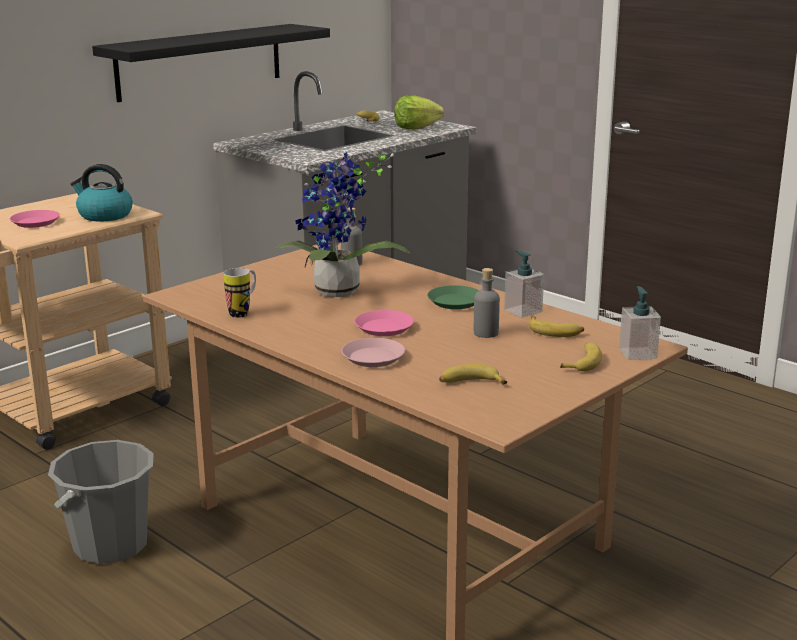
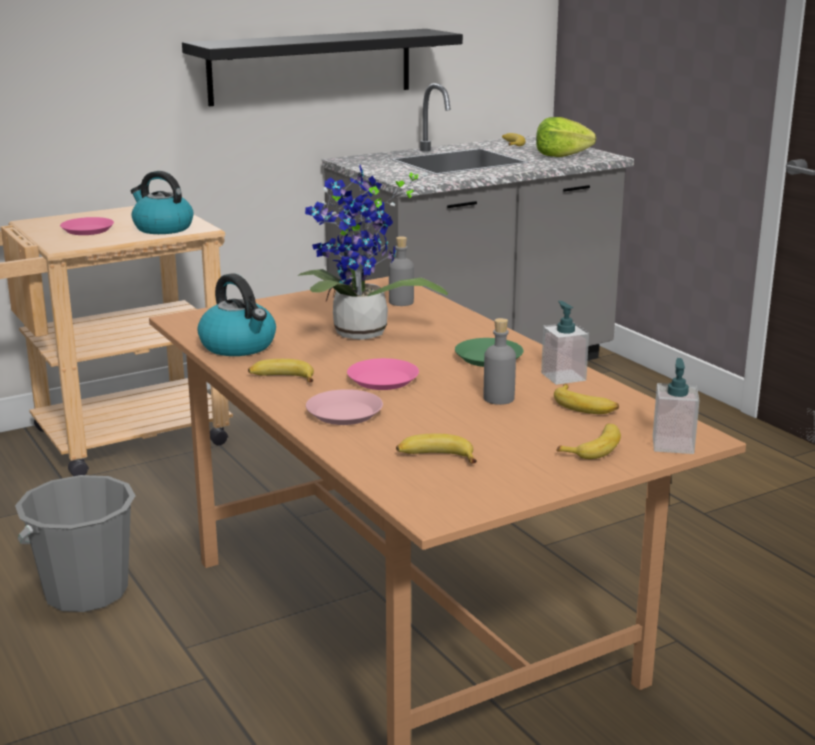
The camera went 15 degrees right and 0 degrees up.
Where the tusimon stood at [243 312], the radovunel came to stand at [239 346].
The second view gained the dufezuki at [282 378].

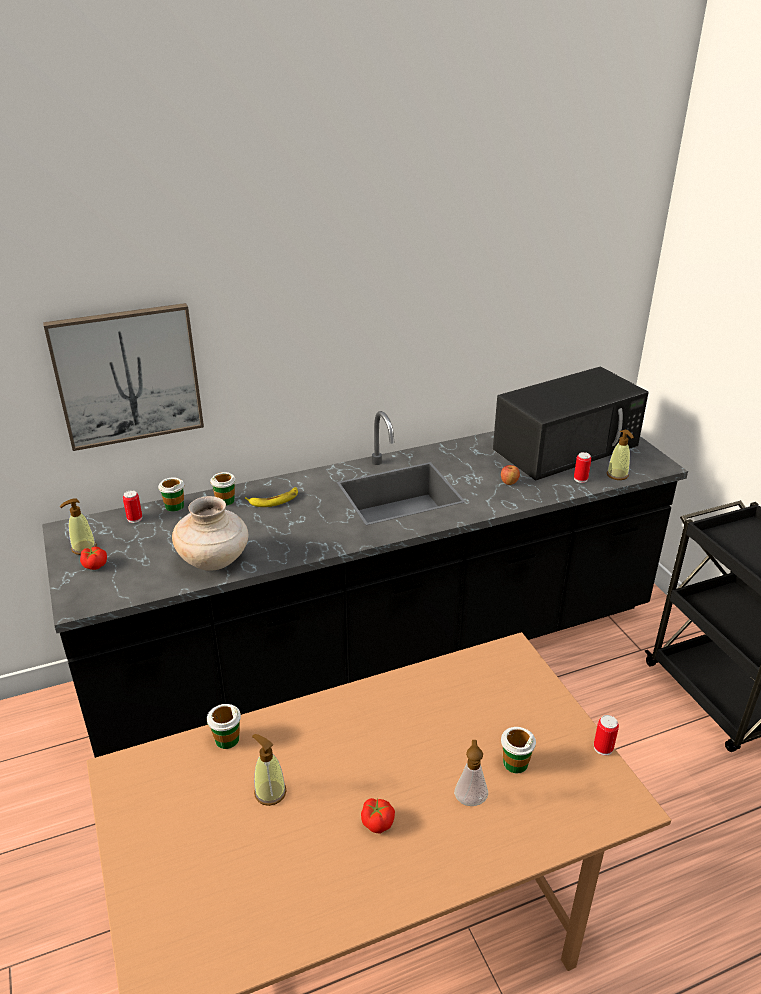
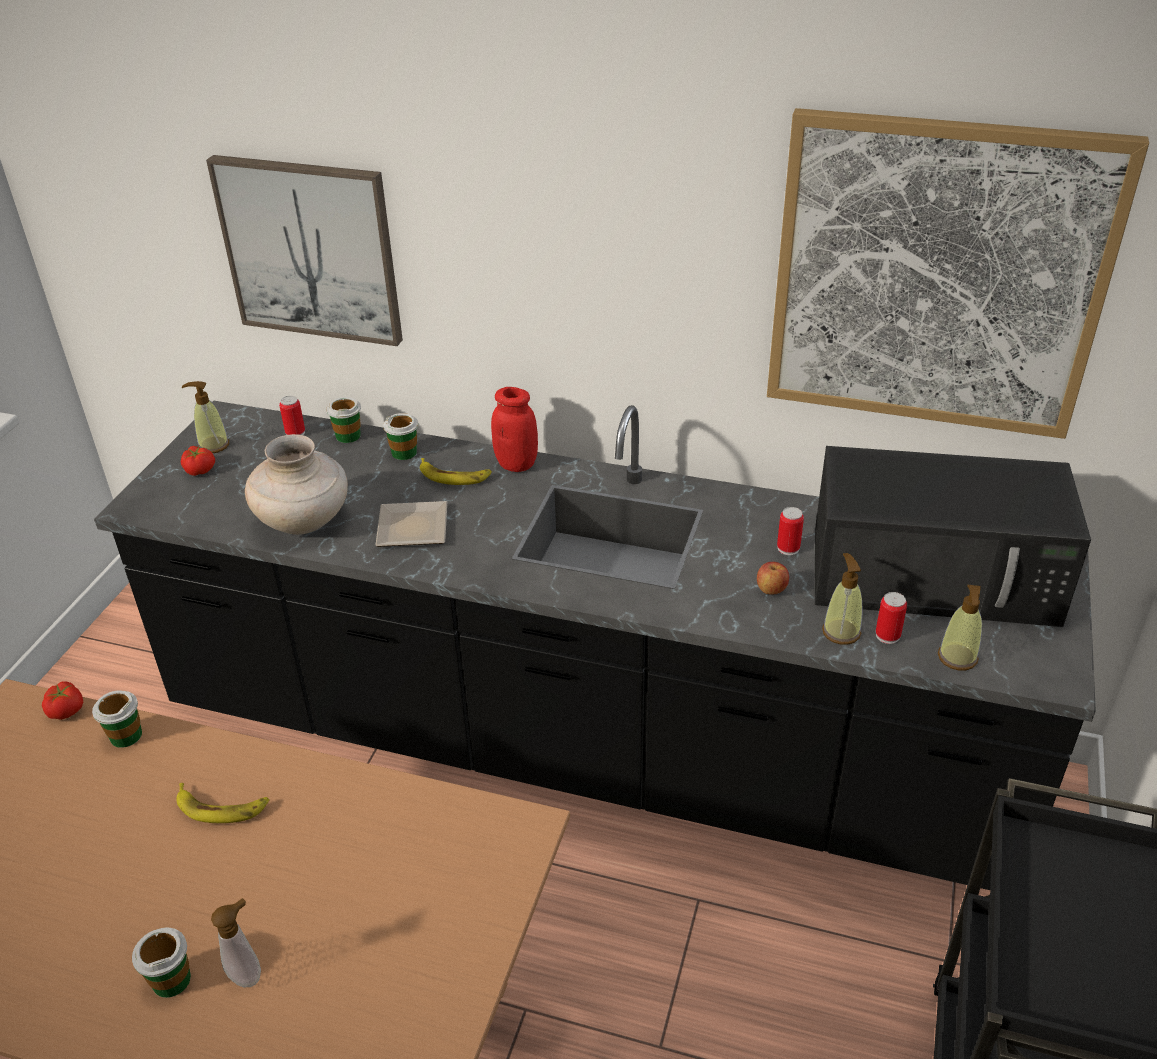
The camera went 40 degrees right and 5 degrees up.
The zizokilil ended up elsewhere, having gone from [603 748] to [788 548].
The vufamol ended up elsewhere, having gone from [515 763] to [171 980].
The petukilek ended up elsewhere, having gone from [270 792] to [841 632].
The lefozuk ended up elsewhere, having gone from [377 822] to [67 710].
The second view gained the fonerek at [937 277].
The second view gained the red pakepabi at [516 464].
The second view gained the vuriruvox at [415 529].
The second view gained the dufezuki at [221 807].

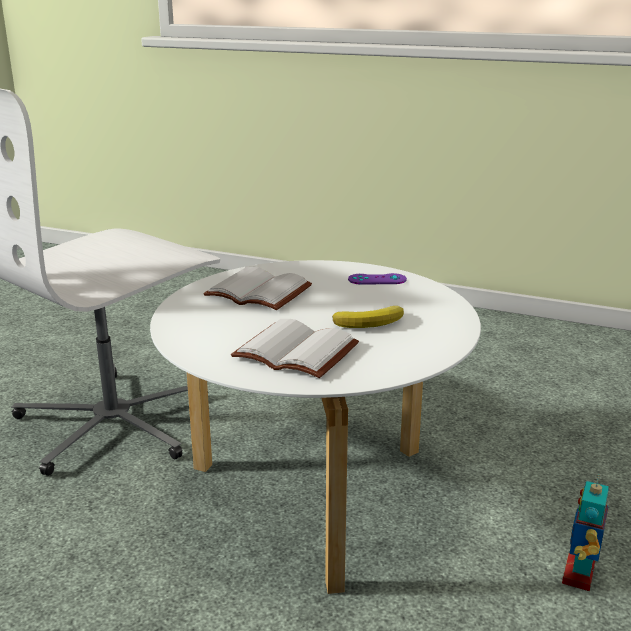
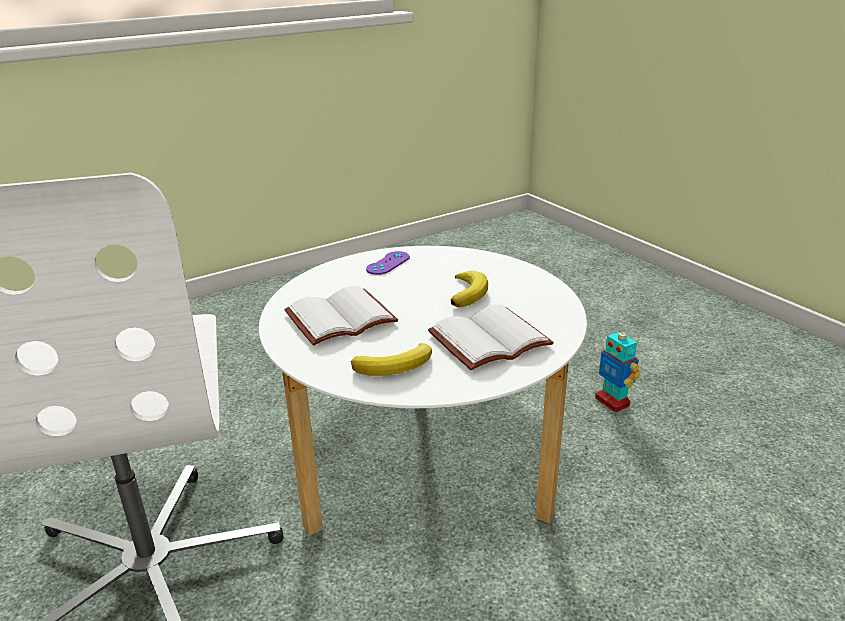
The camera went 55 degrees left and 5 degrees up.
The second view gained the dufezuki at [396 365].

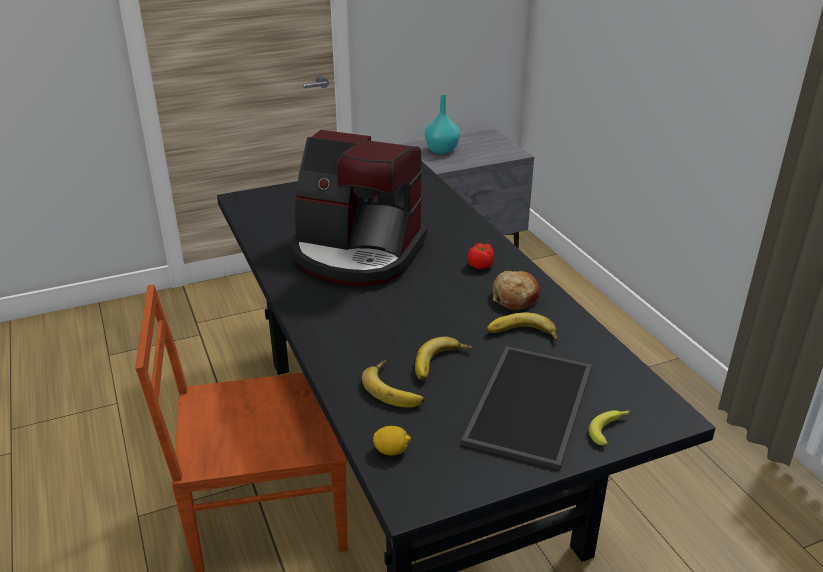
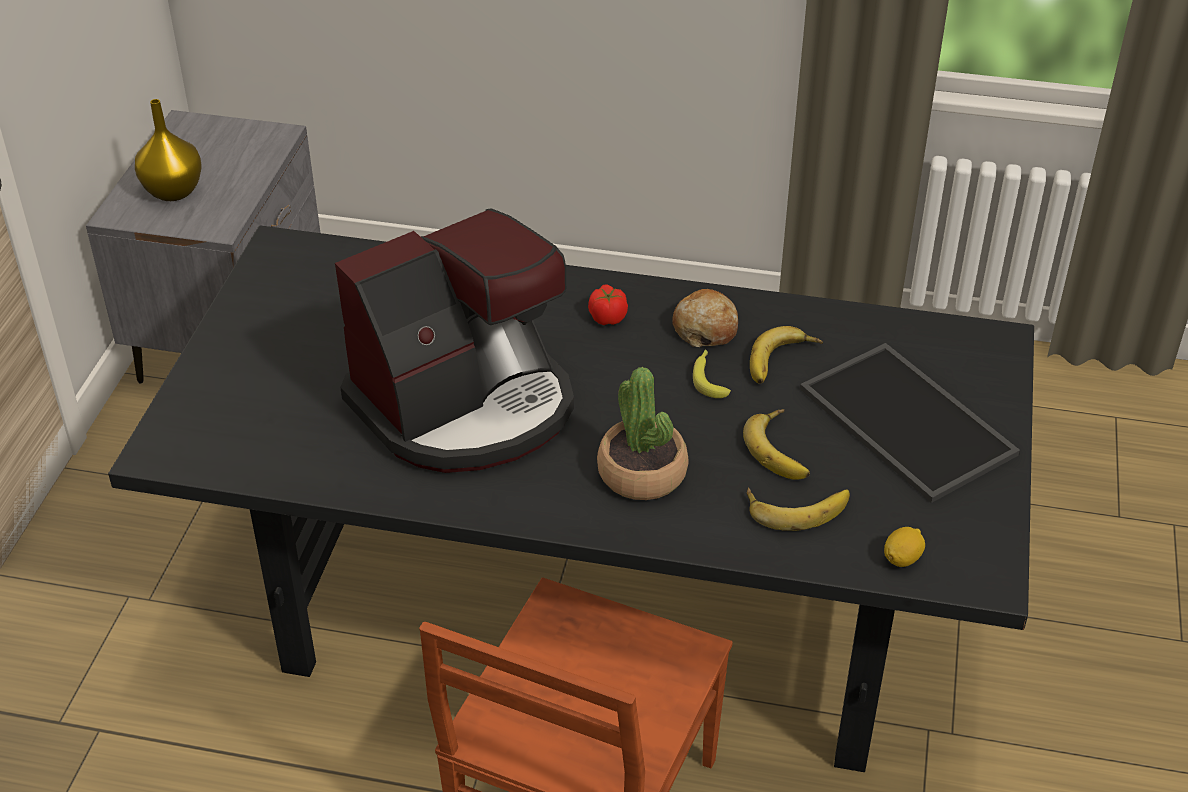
The camera went 55 degrees left and 10 degrees up.
What was the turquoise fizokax at [442 150] turned into the yellow fizokax at [173 190].
The dufezuki ended up elsewhere, having gone from [610 429] to [709 378].
The second view gained the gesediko at [642 473].

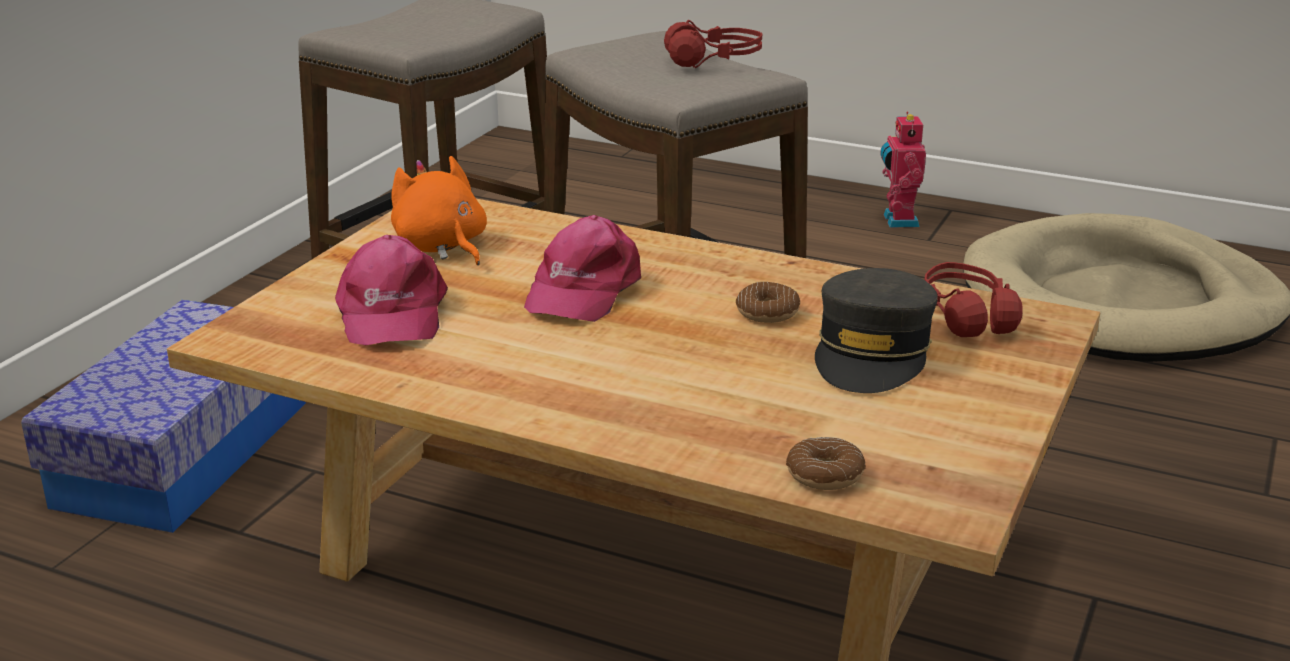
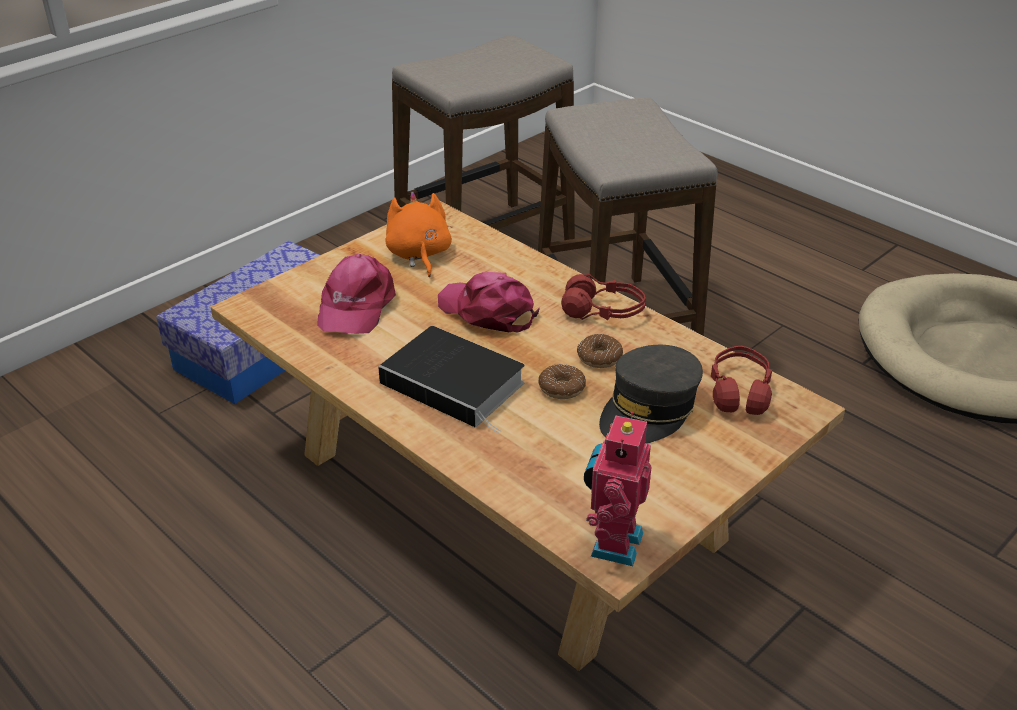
The camera went 20 degrees right and 10 degrees up.
The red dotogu ended up elsewhere, having gone from [713 61] to [603 311].
The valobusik ended up elsewhere, having gone from [898 220] to [612 543].
The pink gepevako at [583 290] ended up facing another way, 90 degrees clockwise from before.
The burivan ended up elsewhere, having gone from [825 474] to [562 388].
The second view gained the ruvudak at [456 384].

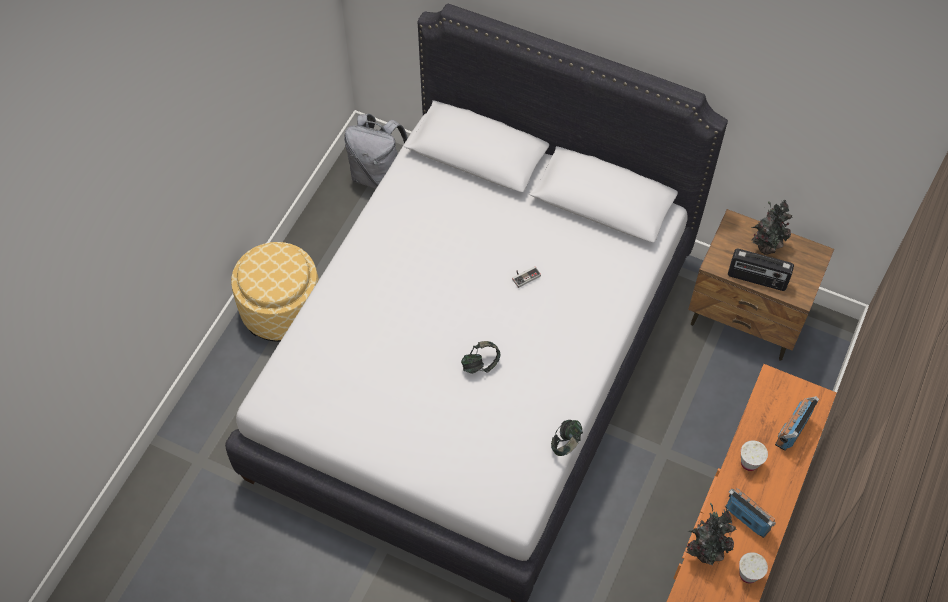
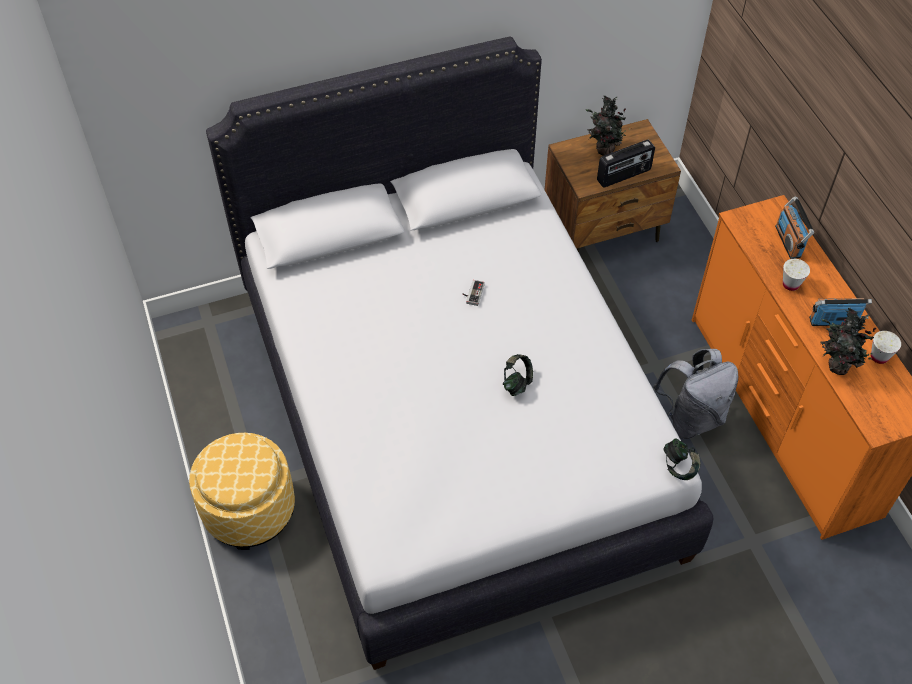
The camera went 45 degrees left and 5 degrees down.
The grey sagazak ended up elsewhere, having gone from [378 175] to [691 417].
The dotogu ended up elsewhere, having gone from [566 443] to [679 466].

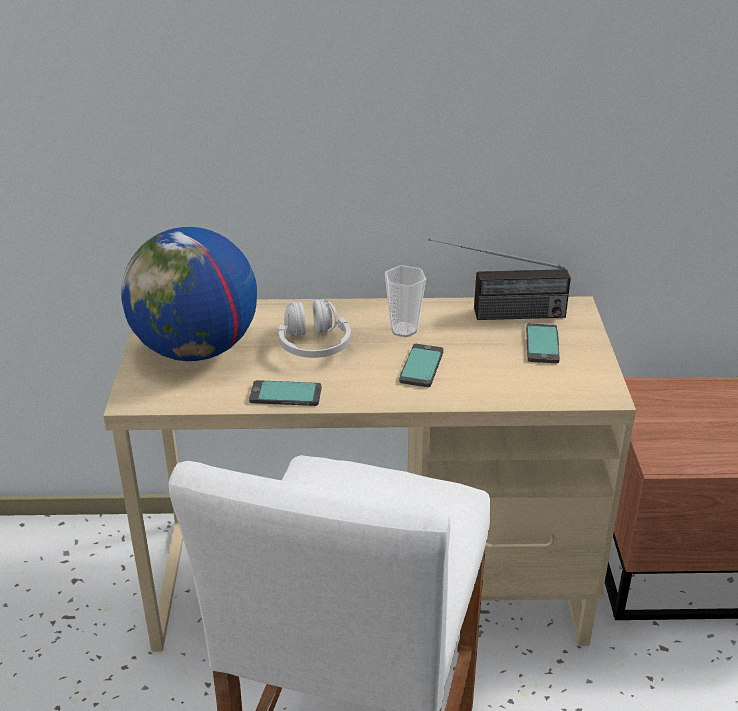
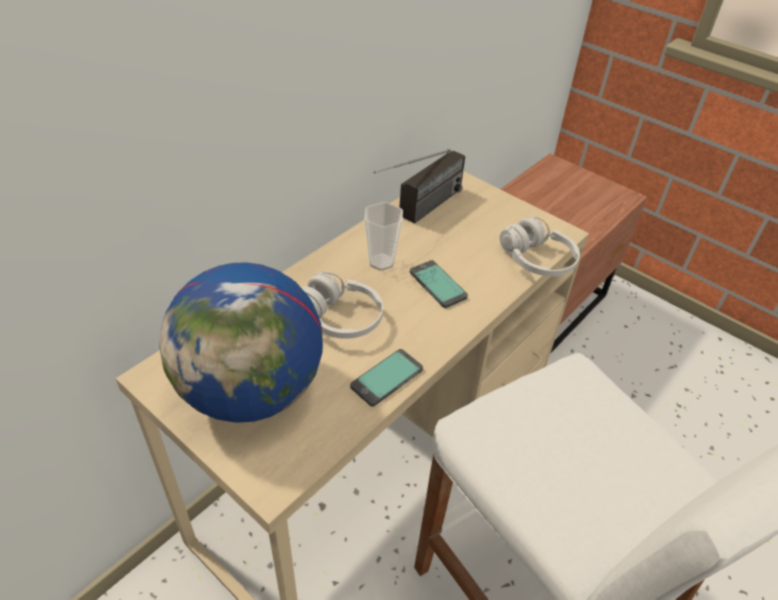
The camera went 50 degrees left and 10 degrees up.
The second view lost the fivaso at [542 344].
The second view gained the white dotogu at [537 260].

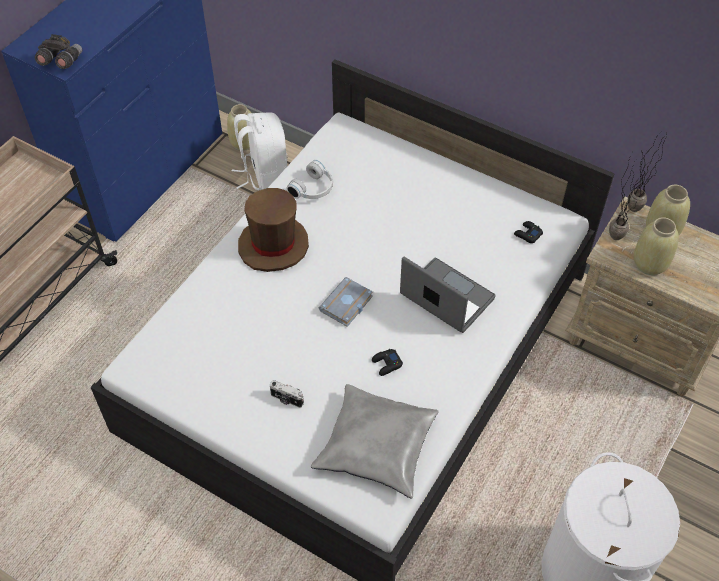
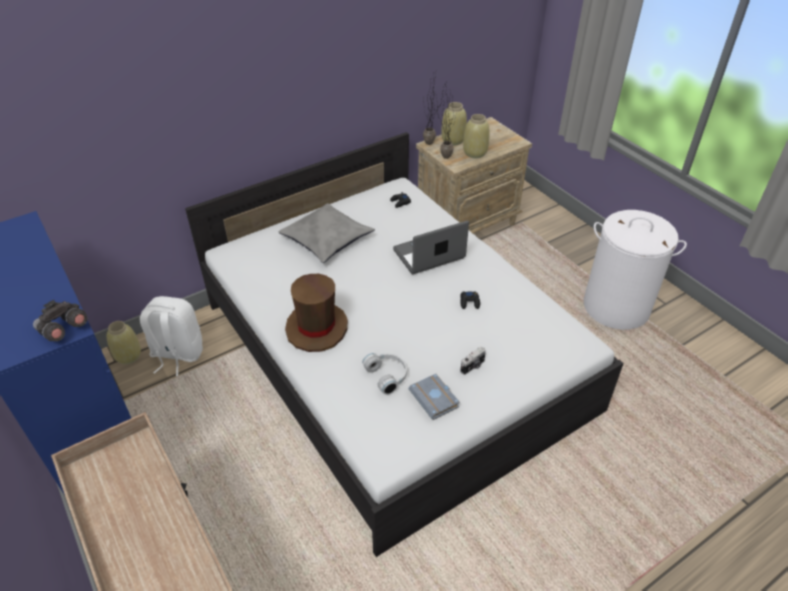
The camera went 65 degrees left and 10 degrees down.
The white dotogu ended up elsewhere, having gone from [314 189] to [388 375].
The grey ruvudak ended up elsewhere, having gone from [347 305] to [435 399].
The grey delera ended up elsewhere, having gone from [377 446] to [327 239].

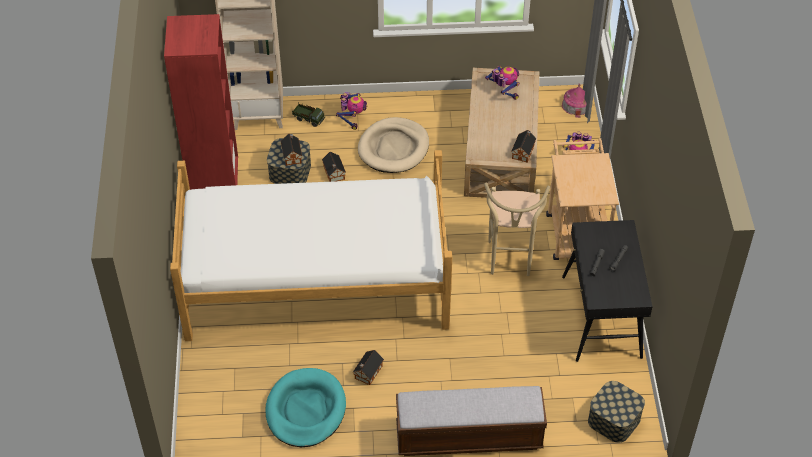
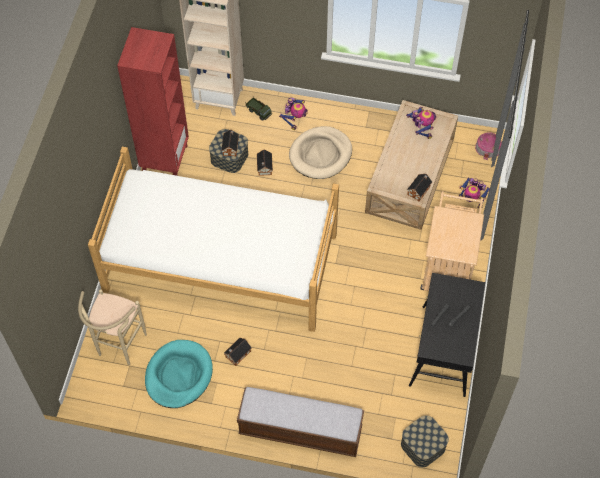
The camera went 15 degrees right and 10 degrees up.
The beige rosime ended up elsewhere, having gone from [510 263] to [119 348].

